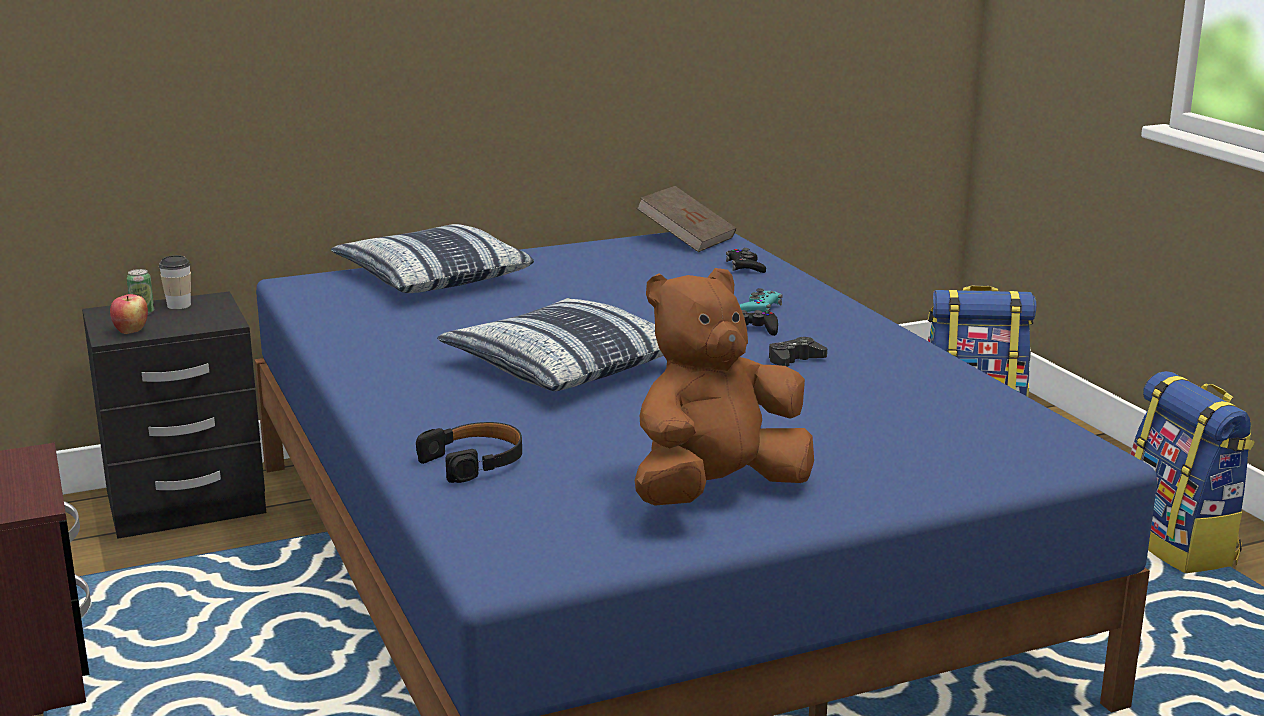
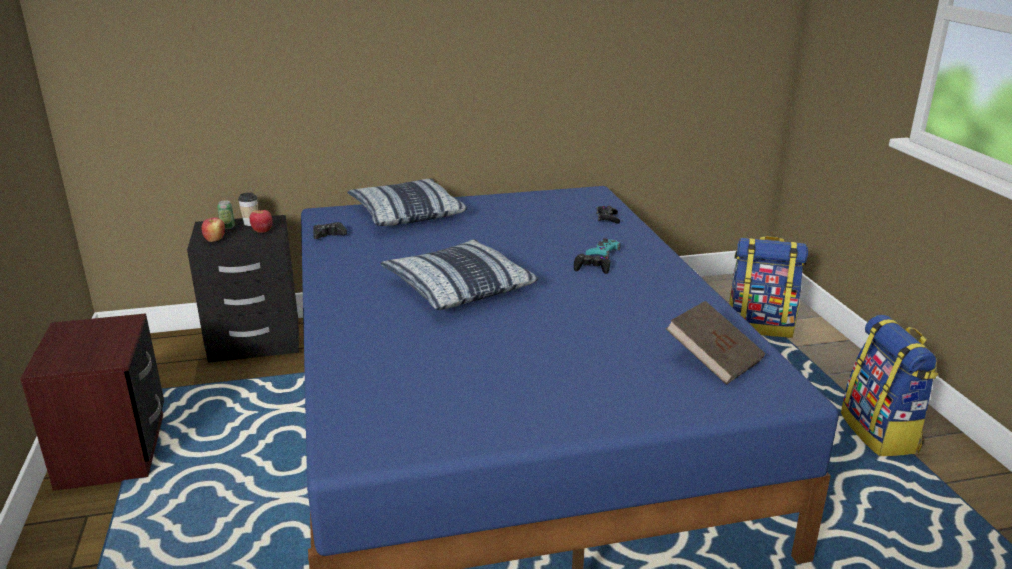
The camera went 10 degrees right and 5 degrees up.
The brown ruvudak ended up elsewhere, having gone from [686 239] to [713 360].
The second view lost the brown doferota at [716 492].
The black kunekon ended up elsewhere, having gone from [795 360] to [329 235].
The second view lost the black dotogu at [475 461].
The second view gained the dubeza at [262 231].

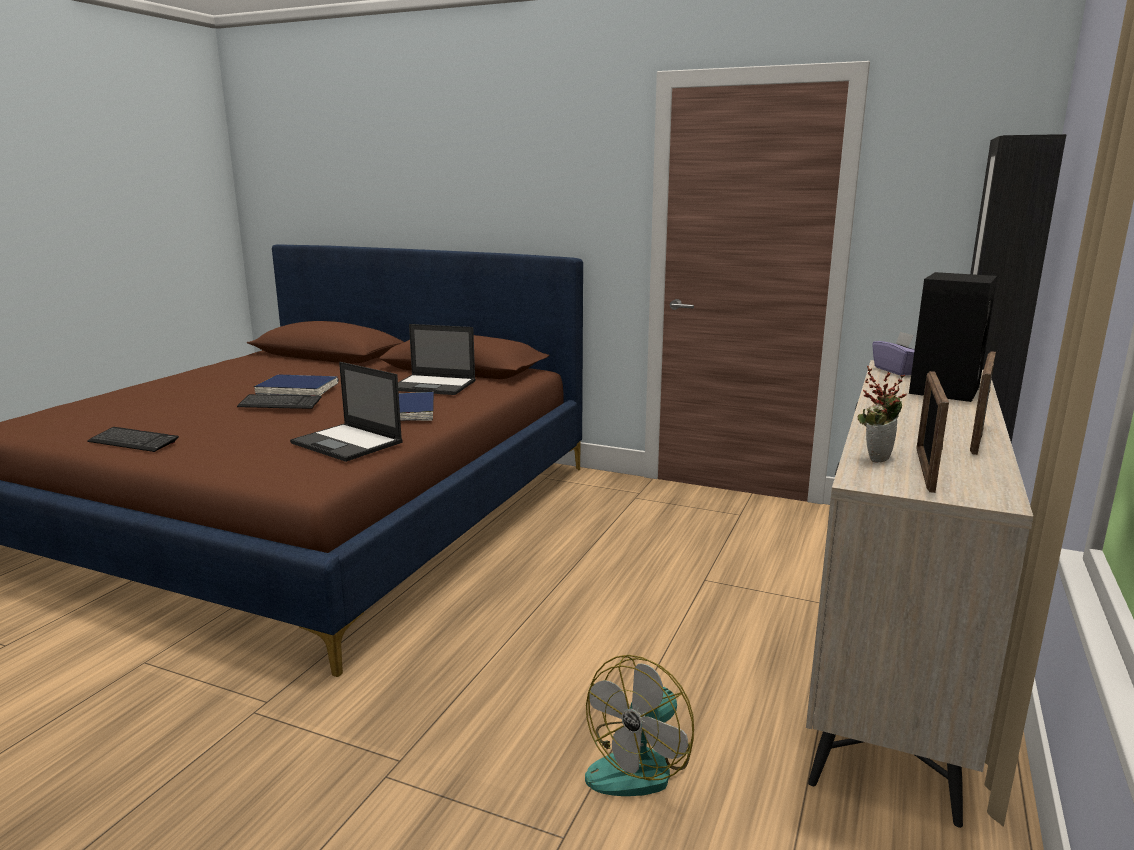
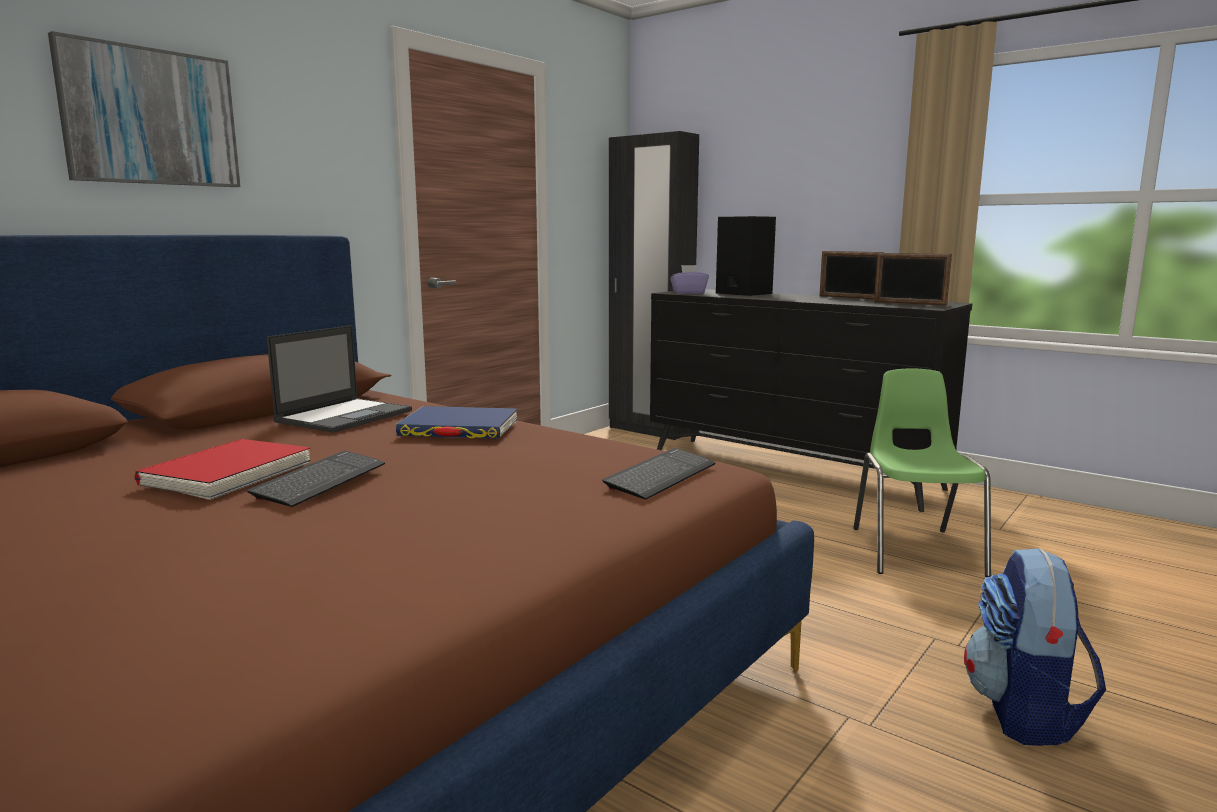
The camera went 75 degrees left and 5 degrees down.
What was the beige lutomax at [890 661] turned into the black lutomax at [791 472].
The second view lost the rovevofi at [348 443].
The second view lost the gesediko at [876 457].
What was the blue ruvudak at [297 389] turned into the red ruvudak at [228 474].
The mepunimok ended up elsewhere, having gone from [133 441] to [661 476].
Where the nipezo stood at [641 764], the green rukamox came to stand at [915 550].
The second view gained the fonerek at [150 117].
The second view gained the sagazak at [1024 713].

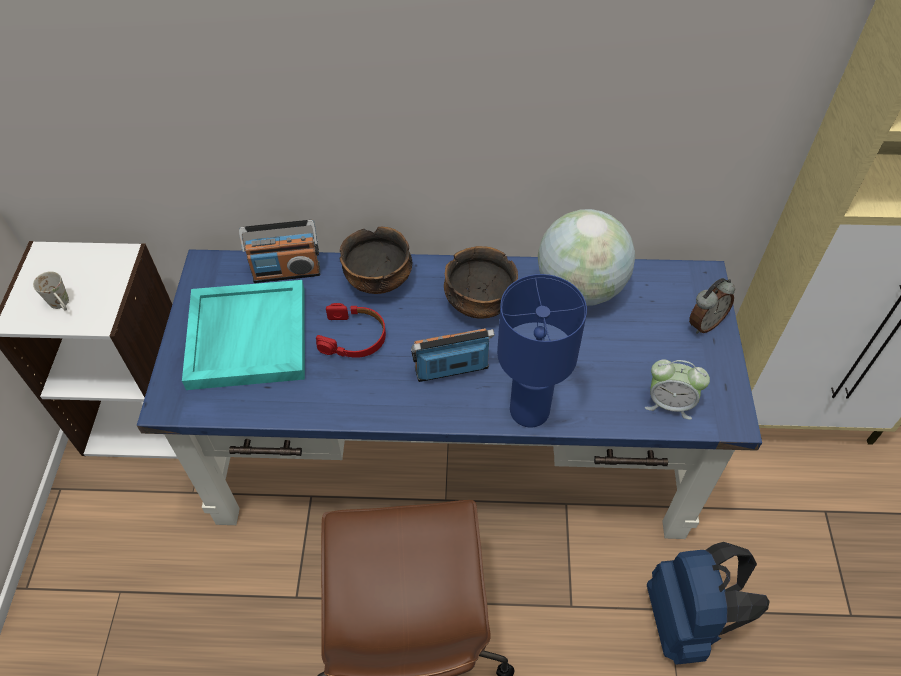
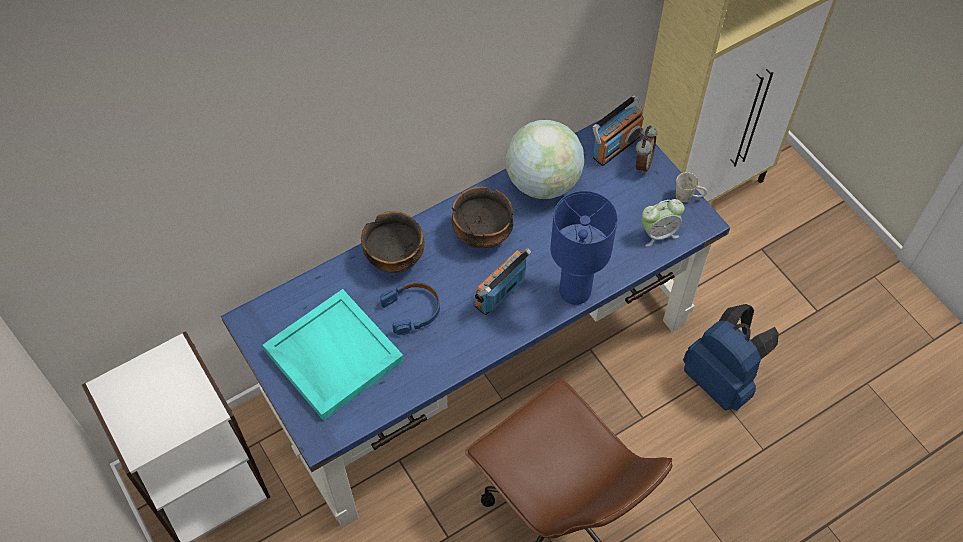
The camera went 35 degrees left and 5 degrees up.
The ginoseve ended up elsewhere, having gone from [286 272] to [615 146].
The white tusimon ended up elsewhere, having gone from [62 305] to [689 197].
What was the red dotogu at [354 337] turned into the blue dotogu at [413 310].

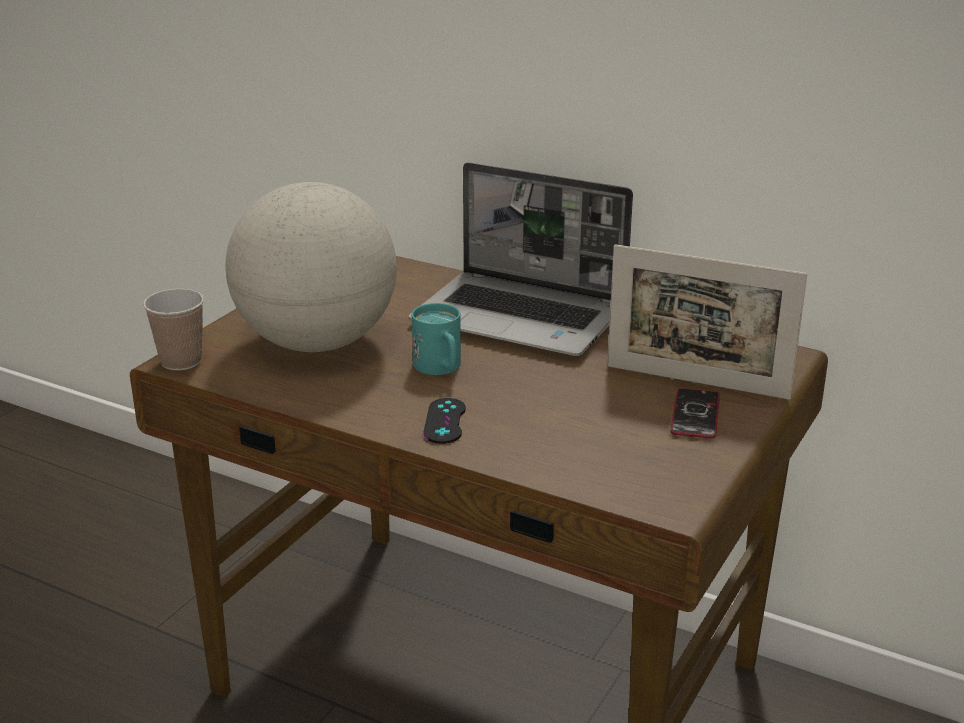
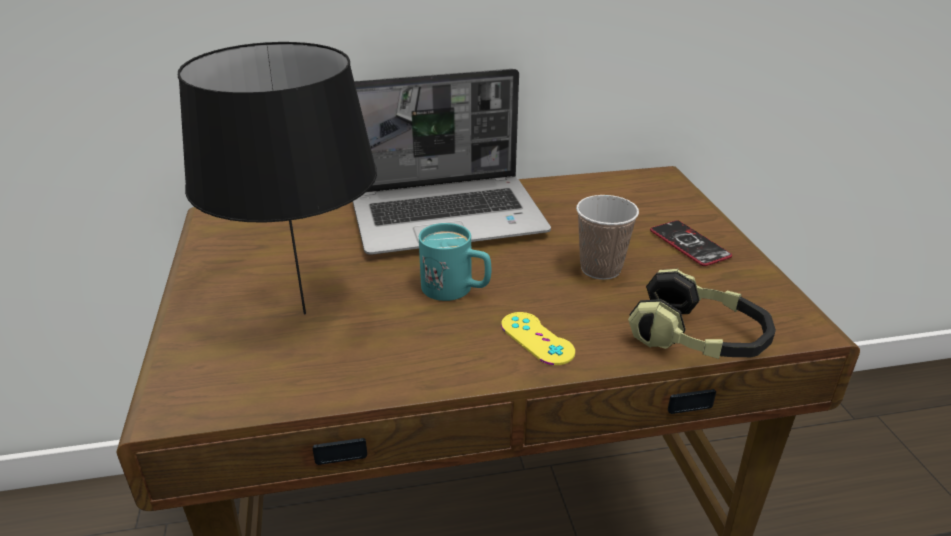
The camera went 40 degrees left and 5 degrees up.
Where the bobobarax stood at [316 343], the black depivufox came to stand at [304 315].
The second view lost the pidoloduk at [696 382].
The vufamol ended up elsewhere, having gone from [181 361] to [600 269].
What was the black kunekon at [444 421] turned into the yellow kunekon at [537 338].
The second view gained the dotogu at [698 339].

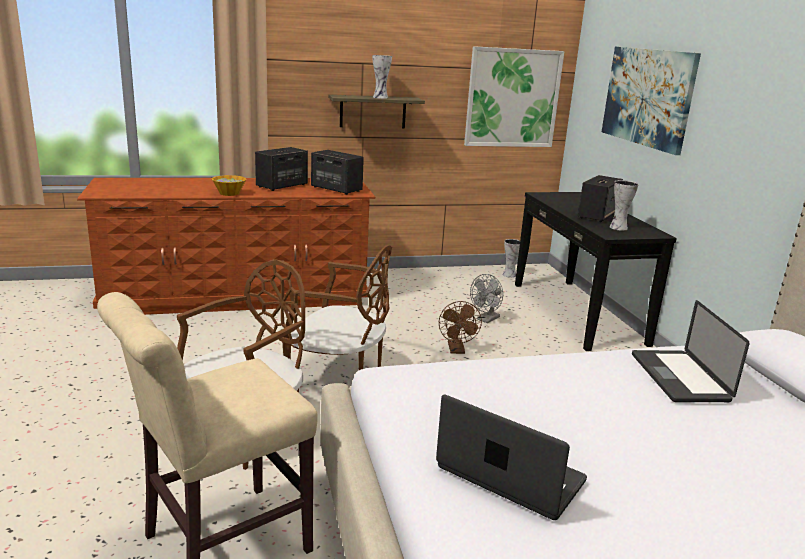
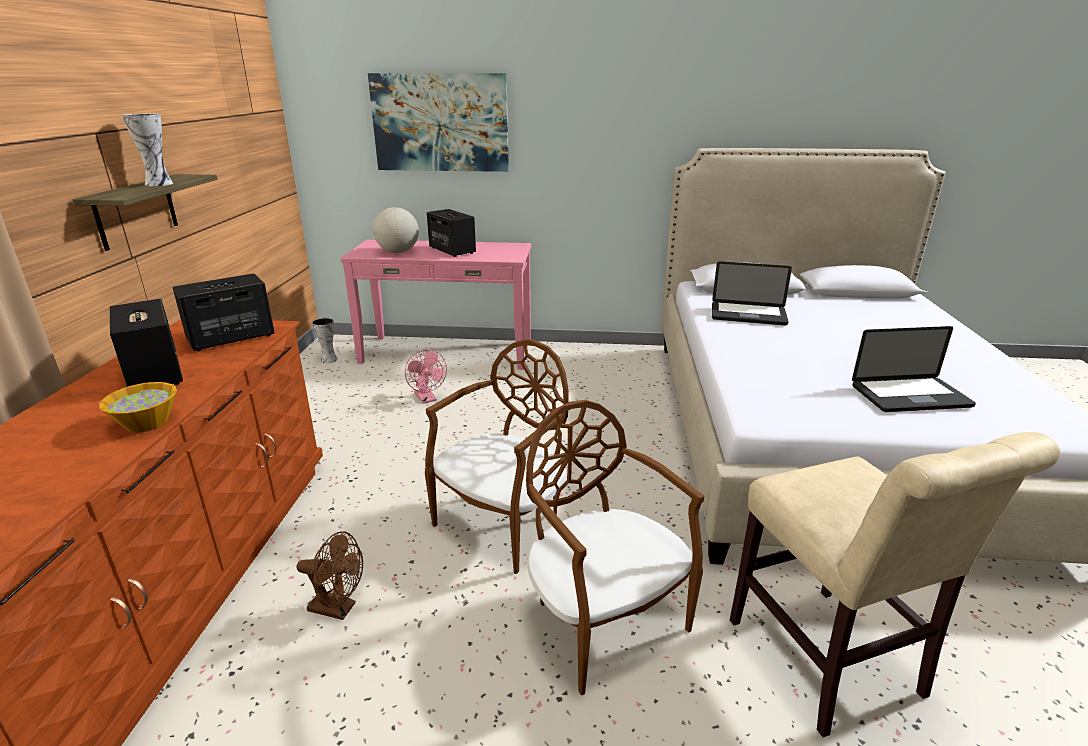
The camera went 70 degrees left and 5 degrees up.
The second view lost the fonerek at [512 98].
The second view lost the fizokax at [617 227].
What was the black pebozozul at [577 312] turned into the pink pebozozul at [447 352].
What was the grey nipezo at [486 320] turned into the pink nipezo at [427 399].
The brown nipezo ended up elsewhere, having gone from [457 350] to [338 608].
The rovevofi at [510 475] ended up facing another way, 150 degrees counterclockwise from before.
The second view gained the bobobarax at [398 252].

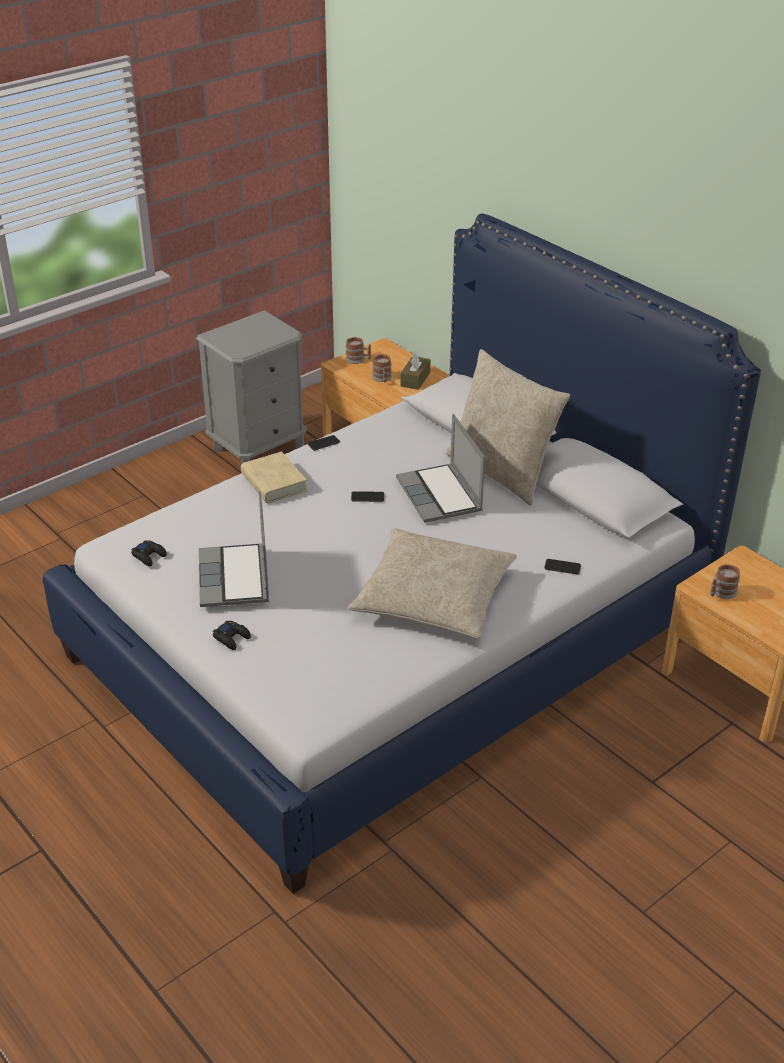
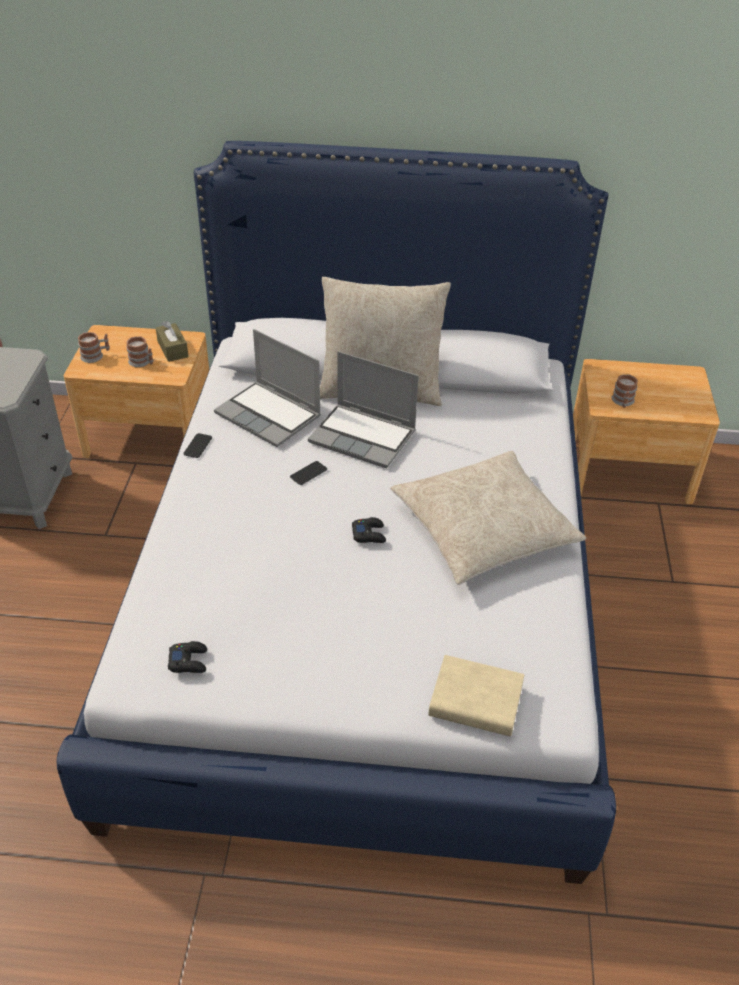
The camera went 45 degrees left and 5 degrees up.
The beige ruvudak ended up elsewhere, having gone from [274 483] to [475 701].
The rovevofi ended up elsewhere, having gone from [235 578] to [270 415].
The second view lost the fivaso at [562 567].
The black kunekon ended up elsewhere, having gone from [232 638] to [369 534].

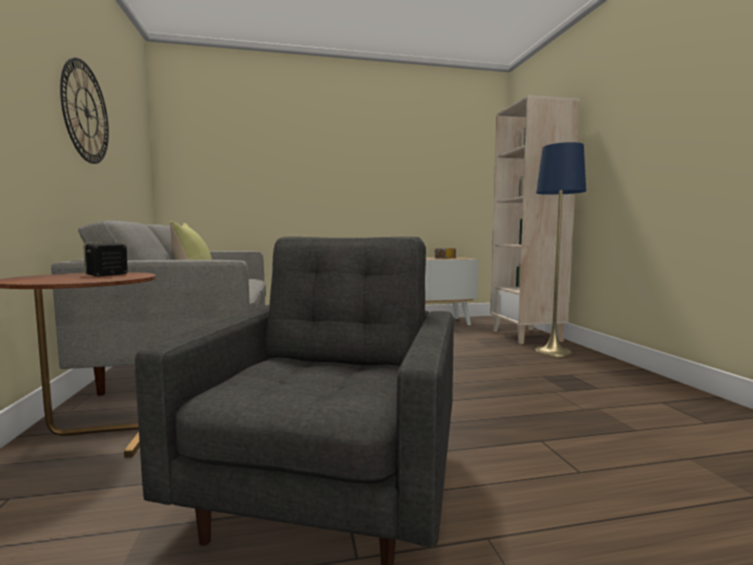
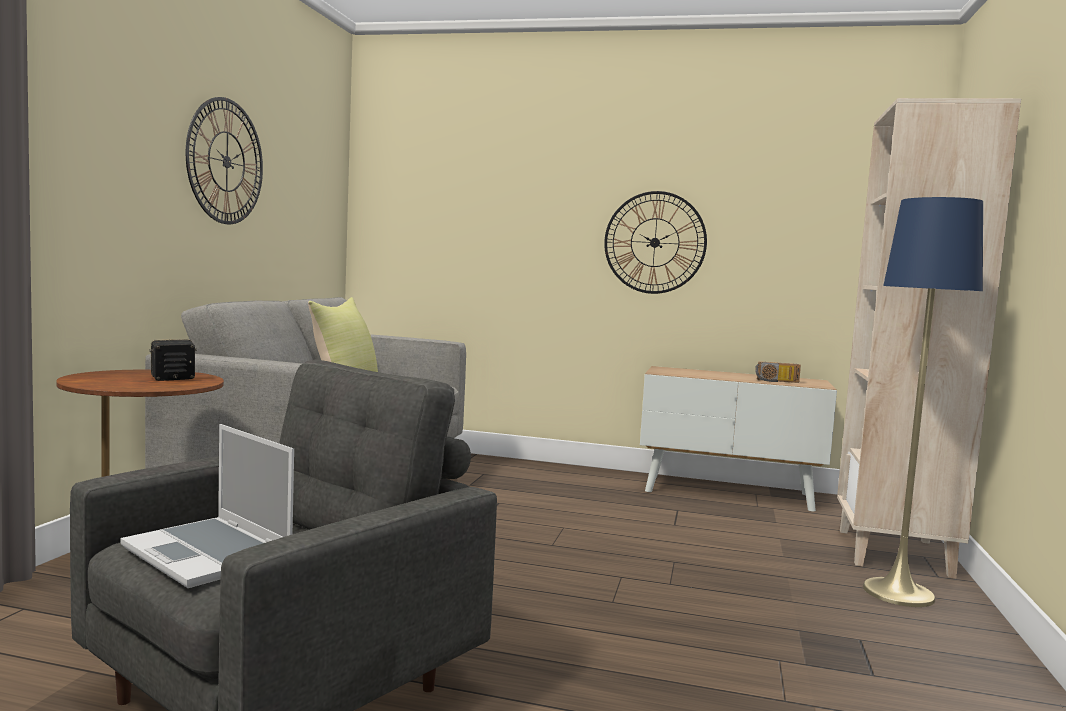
The camera went 25 degrees right and 0 degrees up.
The second view gained the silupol at [654 242].
The second view gained the rovevofi at [210 554].

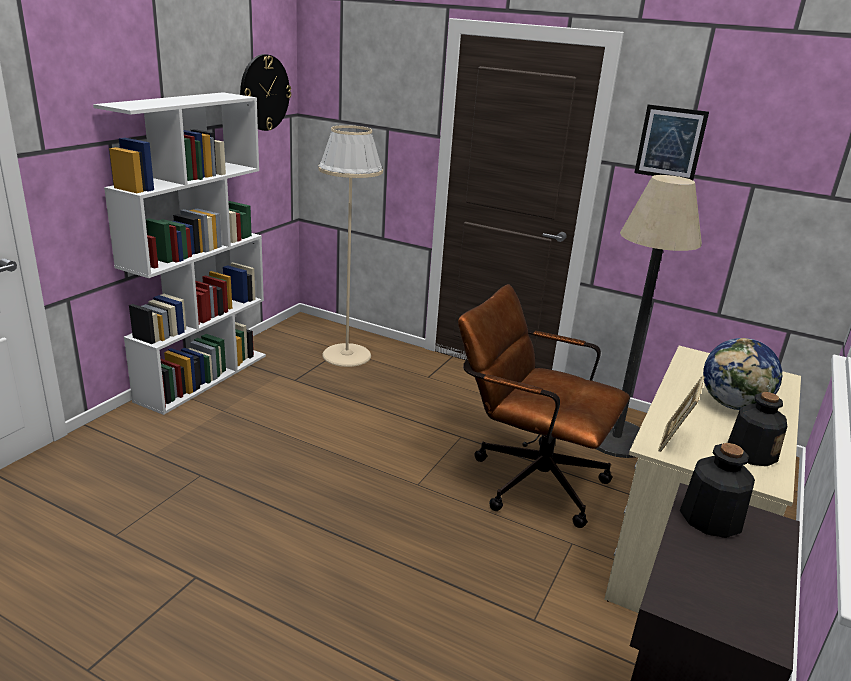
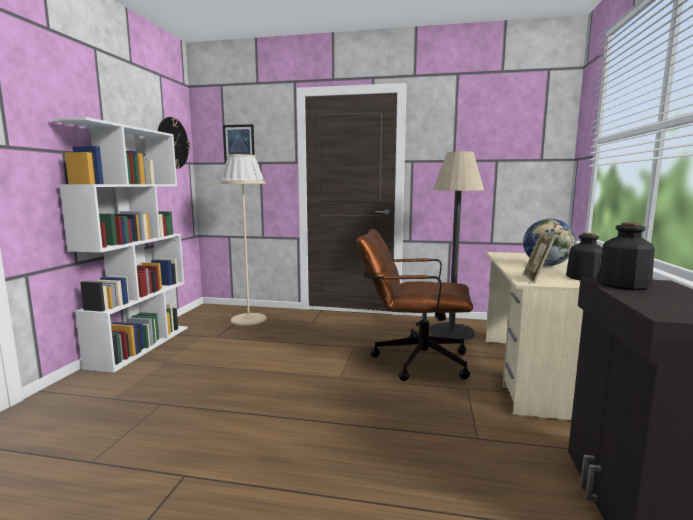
The camera went 15 degrees left and 15 degrees down.
The fonerek ended up elsewhere, having gone from [670 143] to [239 144].

